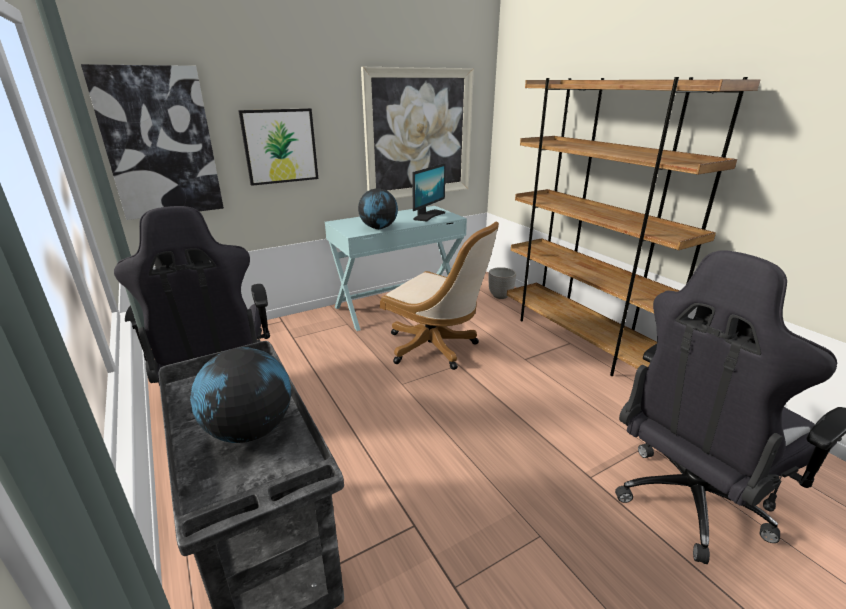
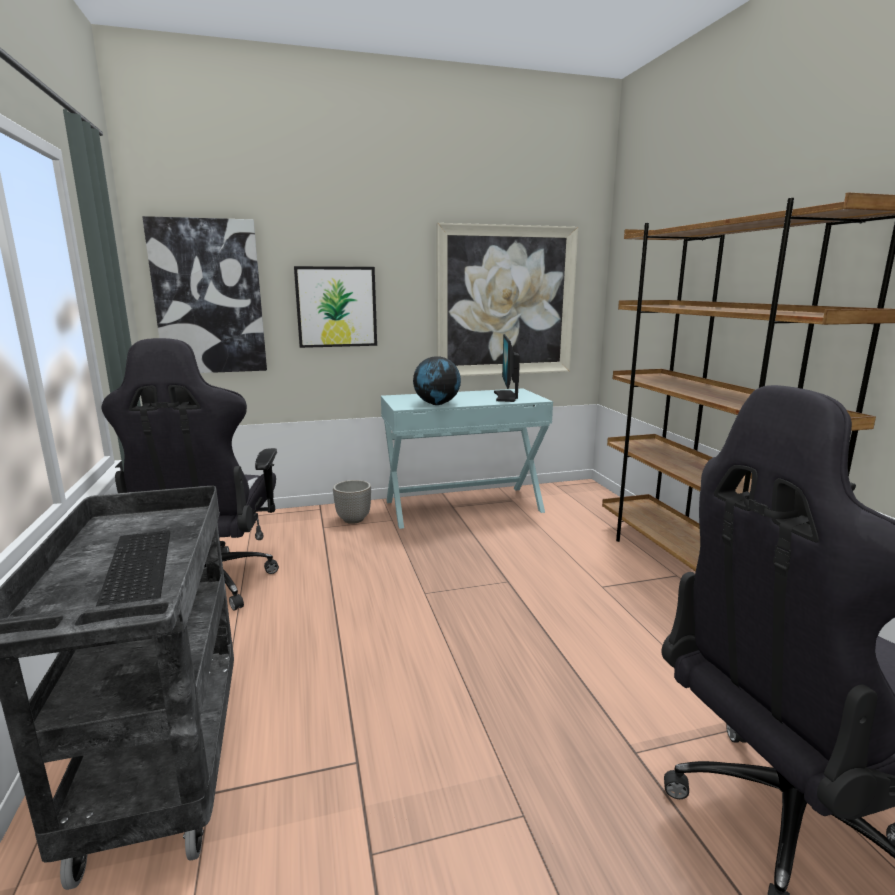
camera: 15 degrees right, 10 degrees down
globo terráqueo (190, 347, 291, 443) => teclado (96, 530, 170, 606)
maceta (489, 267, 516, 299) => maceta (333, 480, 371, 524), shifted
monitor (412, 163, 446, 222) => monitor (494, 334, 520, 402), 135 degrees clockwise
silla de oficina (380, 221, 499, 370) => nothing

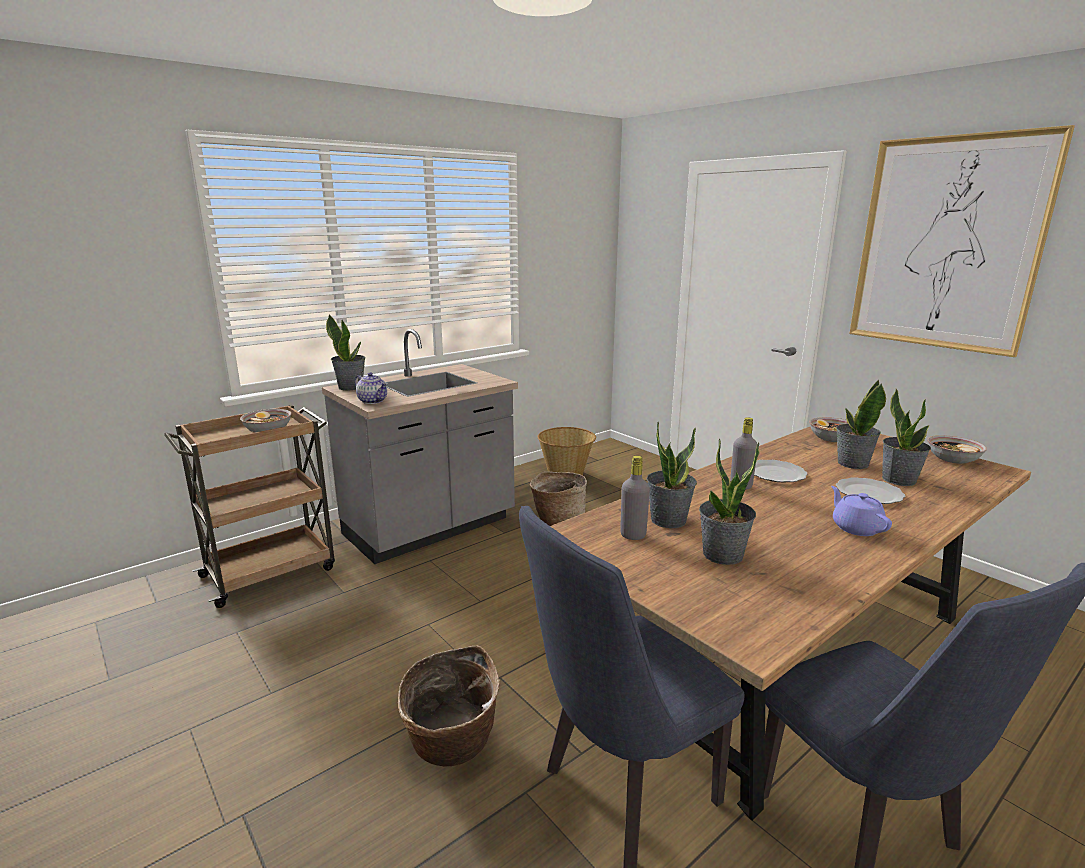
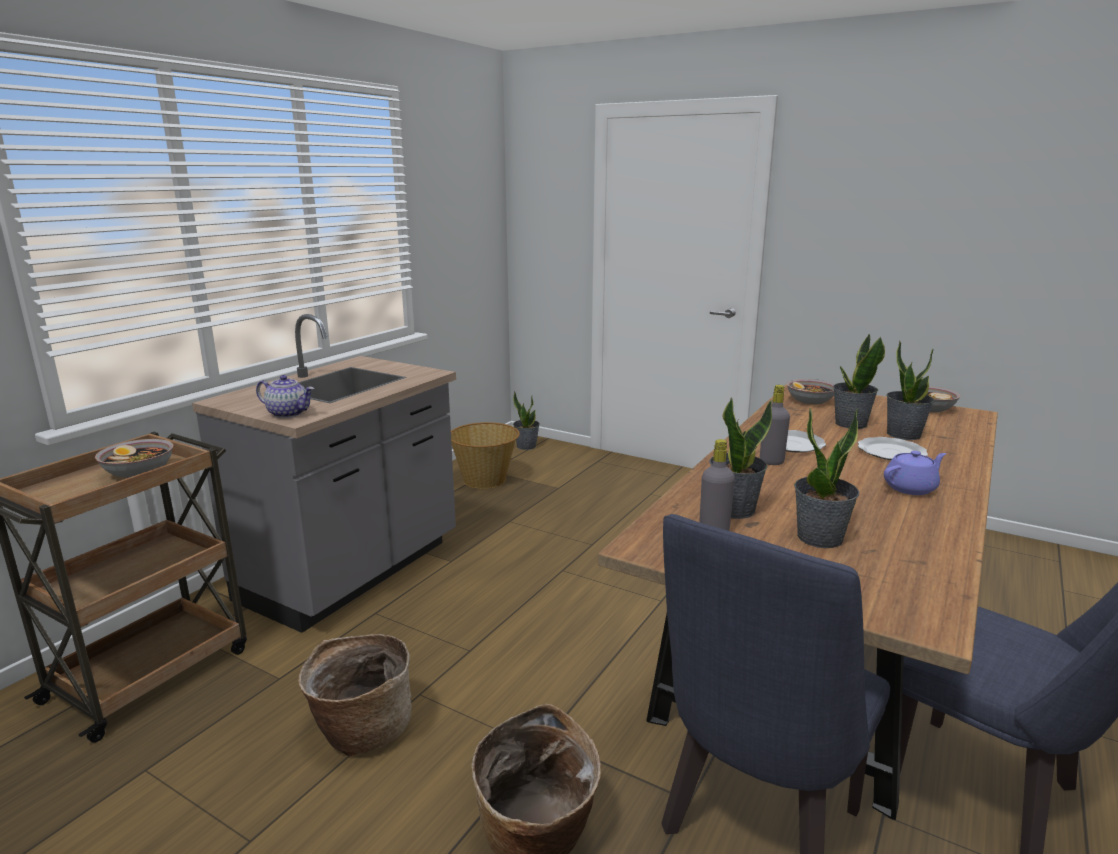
camera: 20 degrees left, 0 degrees up
cesta (530, 471, 587, 526) => cesta (298, 634, 412, 756), shifted
planta en maceta (326, 315, 365, 390) => planta en maceta (513, 391, 540, 450), shifted
tetera/morado (831, 486, 892, 536) => tetera/morado (884, 451, 946, 495), 105 degrees clockwise
cuadro (849, 125, 1075, 357) => nothing

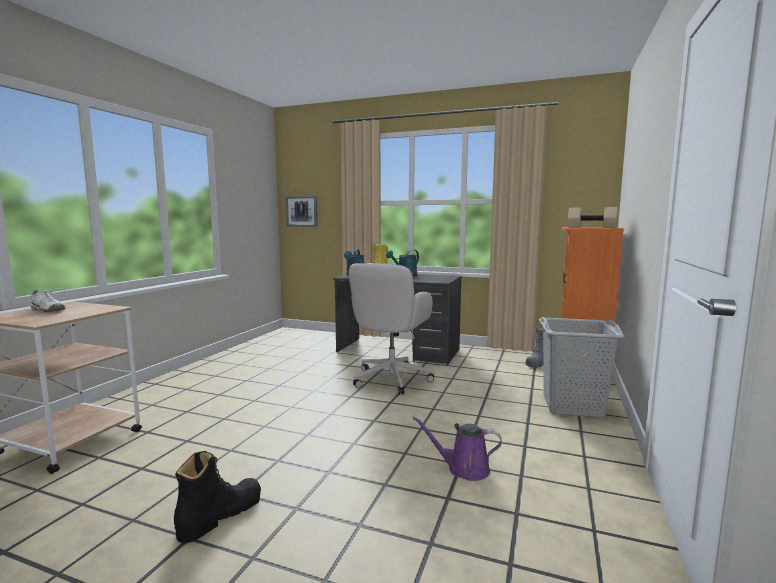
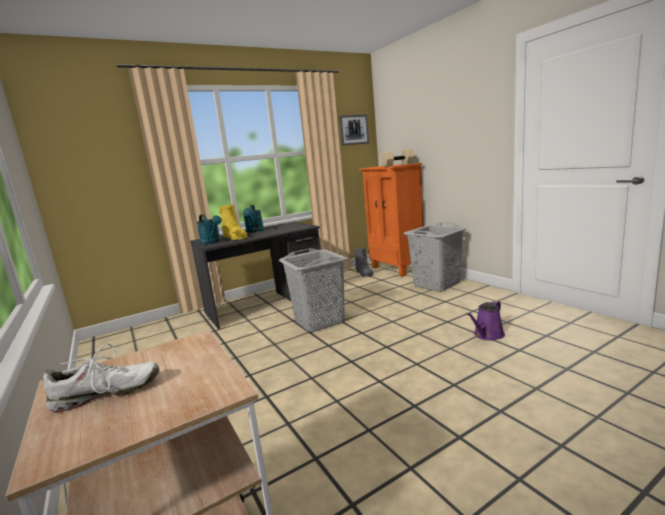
camera: 50 degrees left, 5 degrees up
silla de oficina/blanco (349, 263, 434, 395) => cesto de la ropa/gris (279, 248, 348, 332)
cuadro (286, 196, 317, 227) => cuadro (339, 114, 369, 146), shifted
bota/negro (174, 451, 261, 543) => nothing

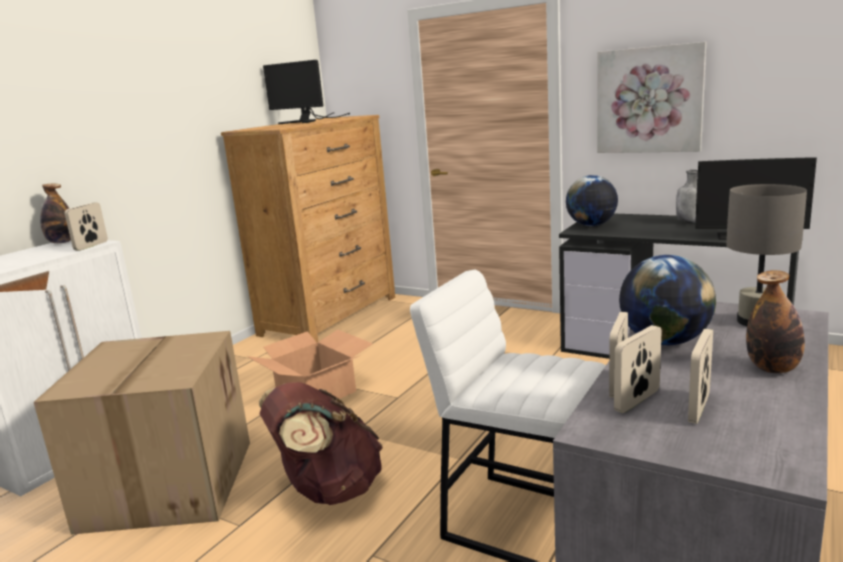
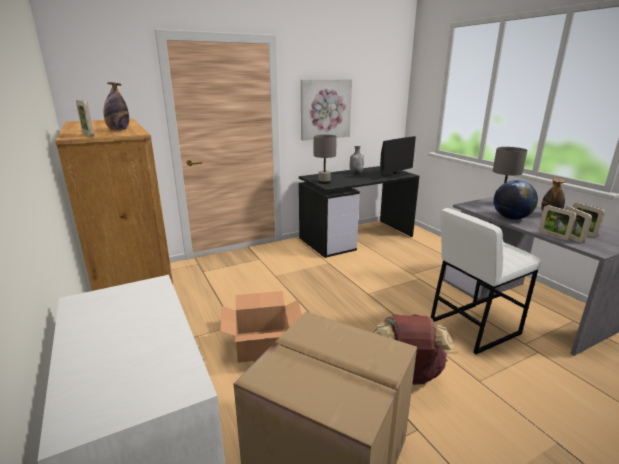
camera: 60 degrees left, 5 degrees up
portarretratos (65, 203, 108, 251) => portarretratos (76, 100, 94, 137), shifted
botella (40, 184, 71, 243) => botella (104, 82, 129, 130), shifted
globo terráqueo (566, 175, 618, 226) => lámpara de mesa/gris (314, 135, 337, 184)
monitor (263, 60, 350, 124) => nothing

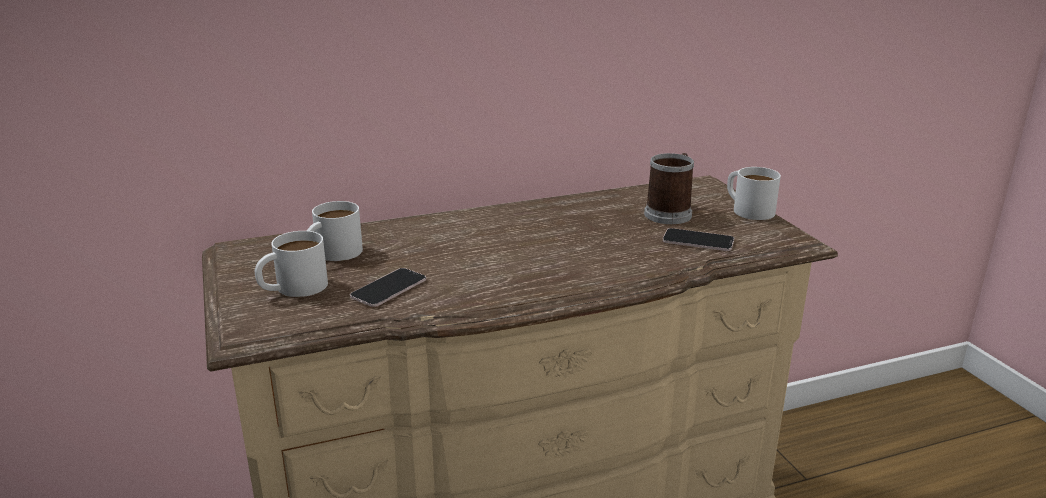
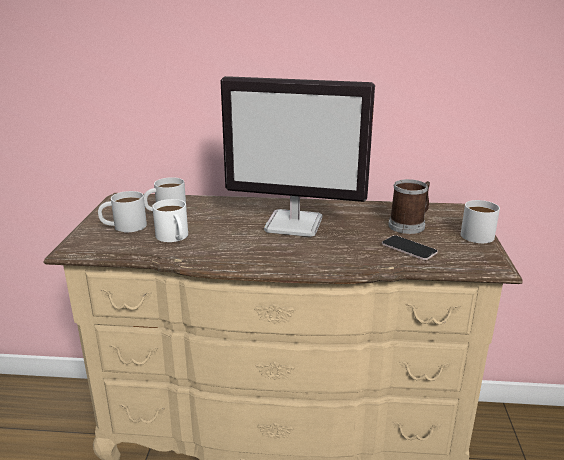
camera: 25 degrees right, 0 degrees up
móvil (350, 268, 426, 307) => taza grande/blanco (152, 199, 188, 242)
nothing => monitor (220, 76, 375, 237)

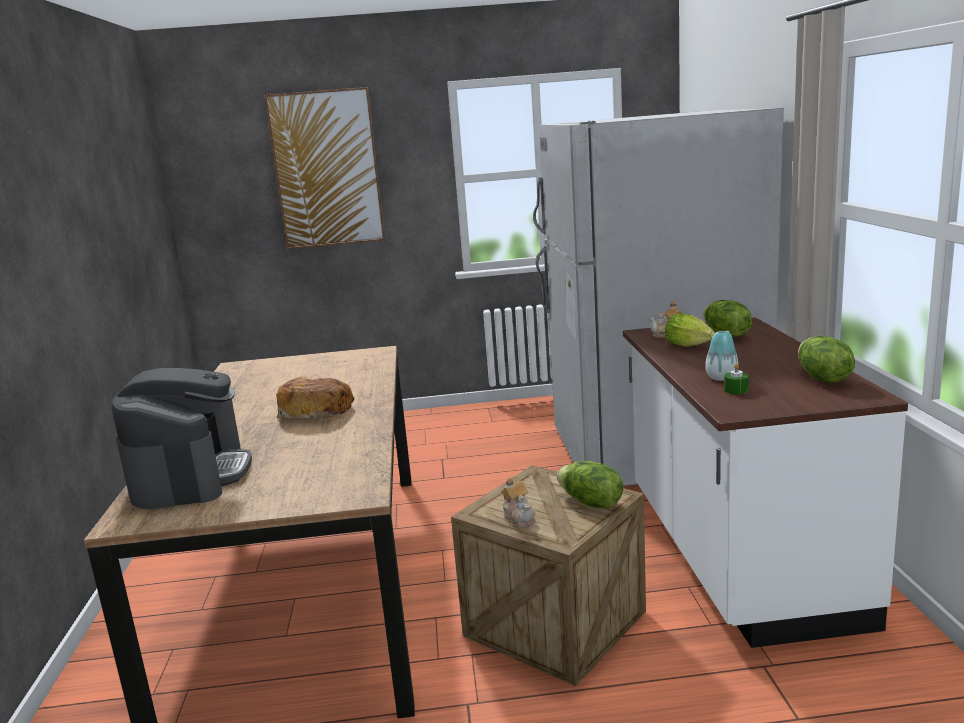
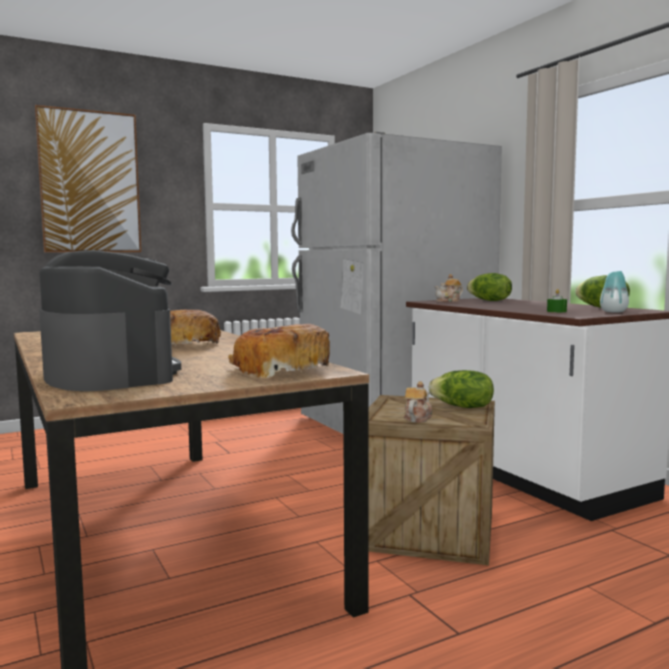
camera: 25 degrees left, 10 degrees down
nothing => pan (228, 324, 330, 378)
tetera (501, 478, 535, 528) => tetera (404, 381, 432, 423), 105 degrees counterclockwise
florero (705, 331, 738, 381) => florero (600, 271, 629, 313), shifted
lechuga (665, 314, 715, 347) => nothing

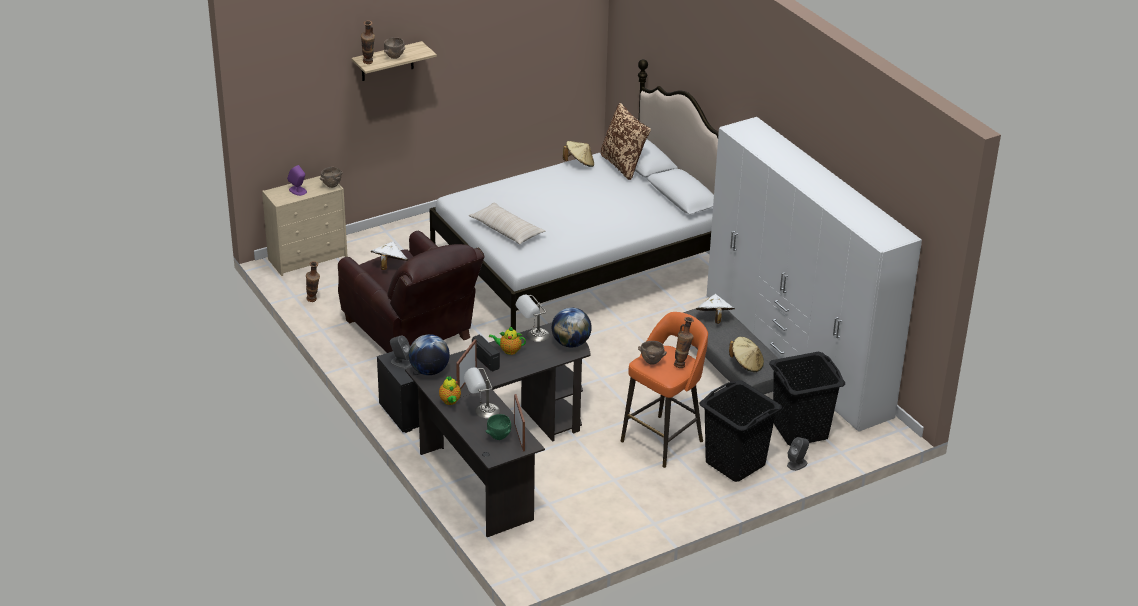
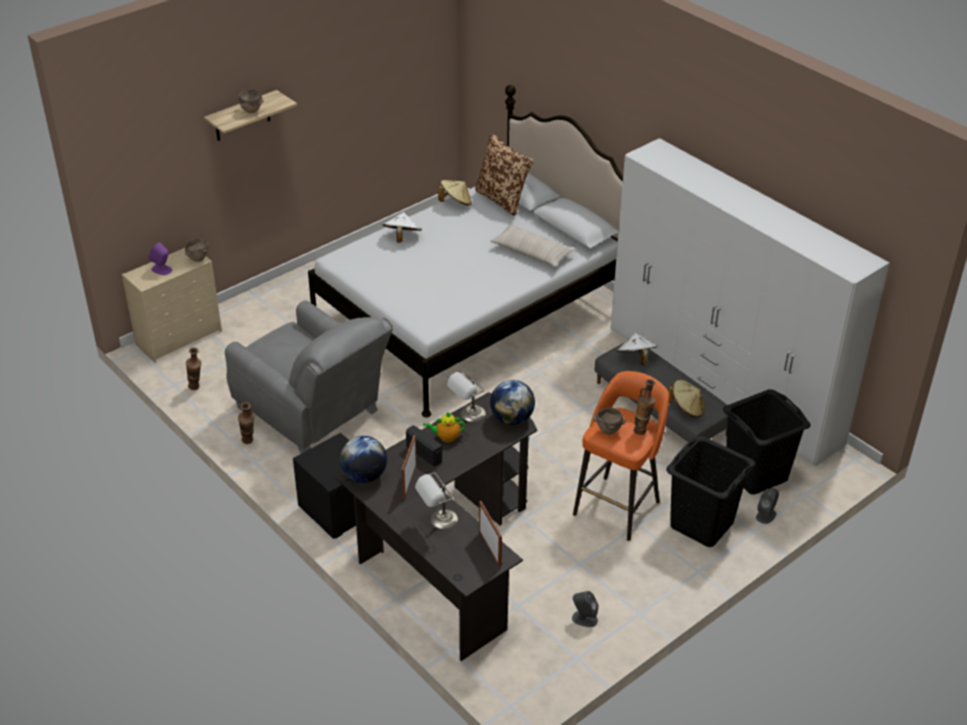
camera: 10 degrees left, 5 degrees up
sillón/marrón (338, 231, 485, 353) => sillón/gris (225, 300, 393, 454)
florero (361, 20, 375, 64) => florero (238, 402, 254, 444), shifted
sombrero/blanco (371, 242, 408, 270) => sombrero/blanco (383, 212, 422, 243), shifted
cojín/beis (469, 202, 545, 244) => cojín/beis (490, 224, 575, 267), shifted
altavoz/gris (390, 335, 411, 369) => altavoz/gris (572, 591, 598, 627), shifted
tetera (439, 376, 461, 405) => nothing
cuenco/verde (486, 414, 511, 440) => nothing

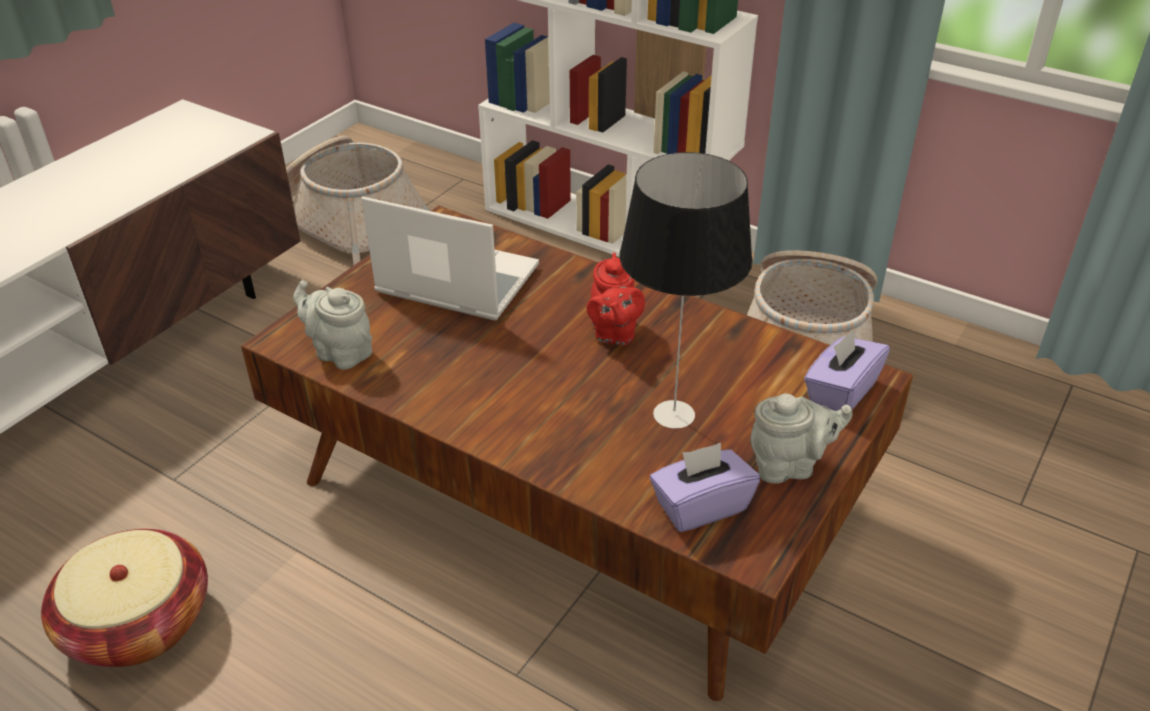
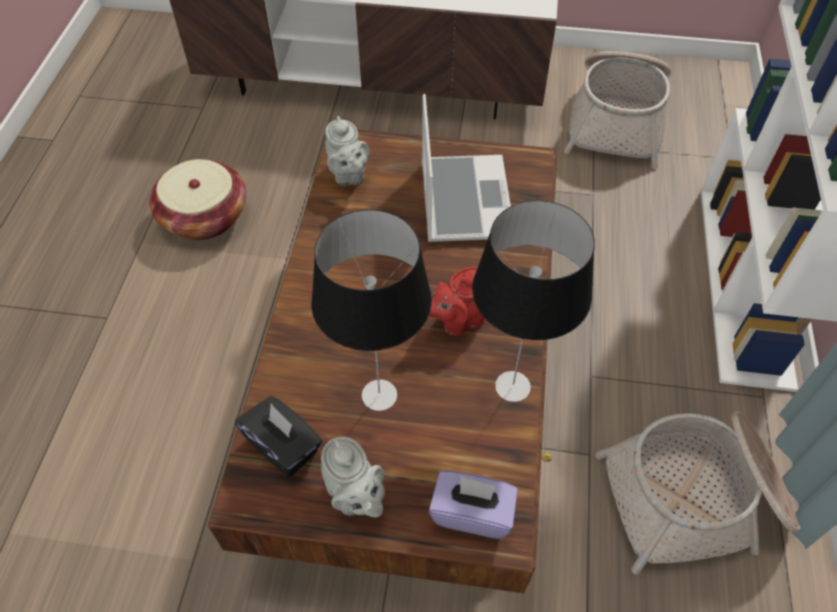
camera: 65 degrees right, 15 degrees up
caja de pañuelos/morado (650, 443, 760, 532) => caja de pañuelos/negro (235, 396, 322, 478)
tetera/gris (293, 280, 372, 370) => tetera/gris (325, 116, 370, 185), 150 degrees clockwise
nothing => lámpara de mesa (472, 200, 595, 402)

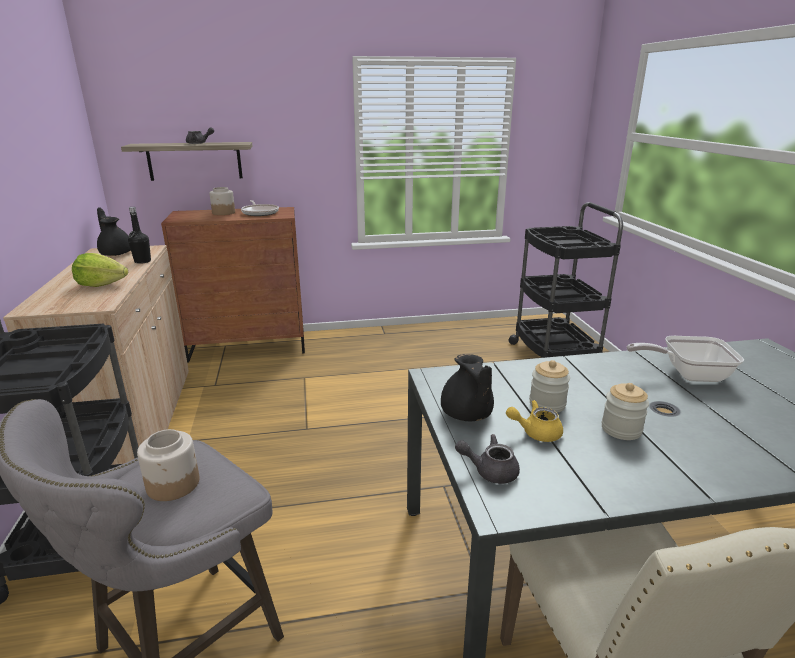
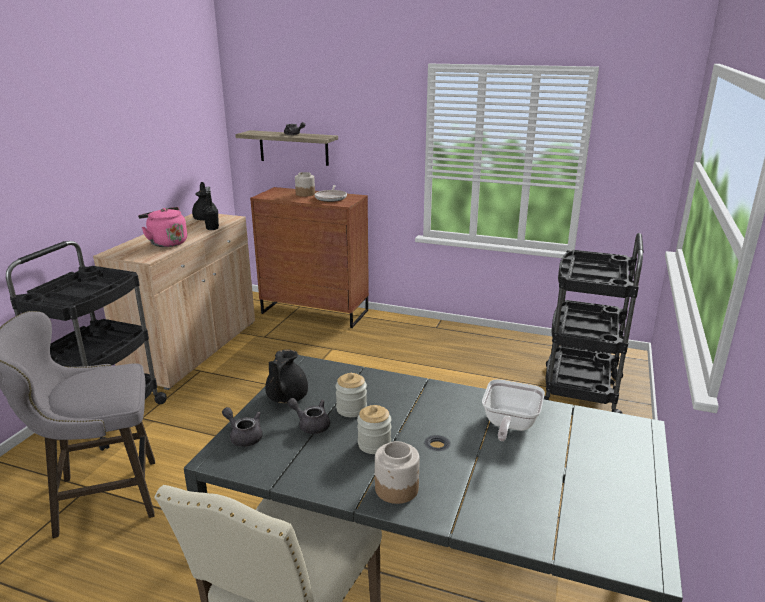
camera: 30 degrees right, 0 degrees up
lechuga (72, 253, 128, 287) => hervidor/rosa (138, 207, 187, 247)
tetera/amarillo (506, 400, 563, 442) => tetera/gris (287, 398, 330, 434)
tarro (137, 429, 199, 501) => tarro (375, 441, 420, 504), shifted
sartén (627, 336, 744, 382) => sartén (482, 379, 545, 441), 105 degrees counterclockwise

